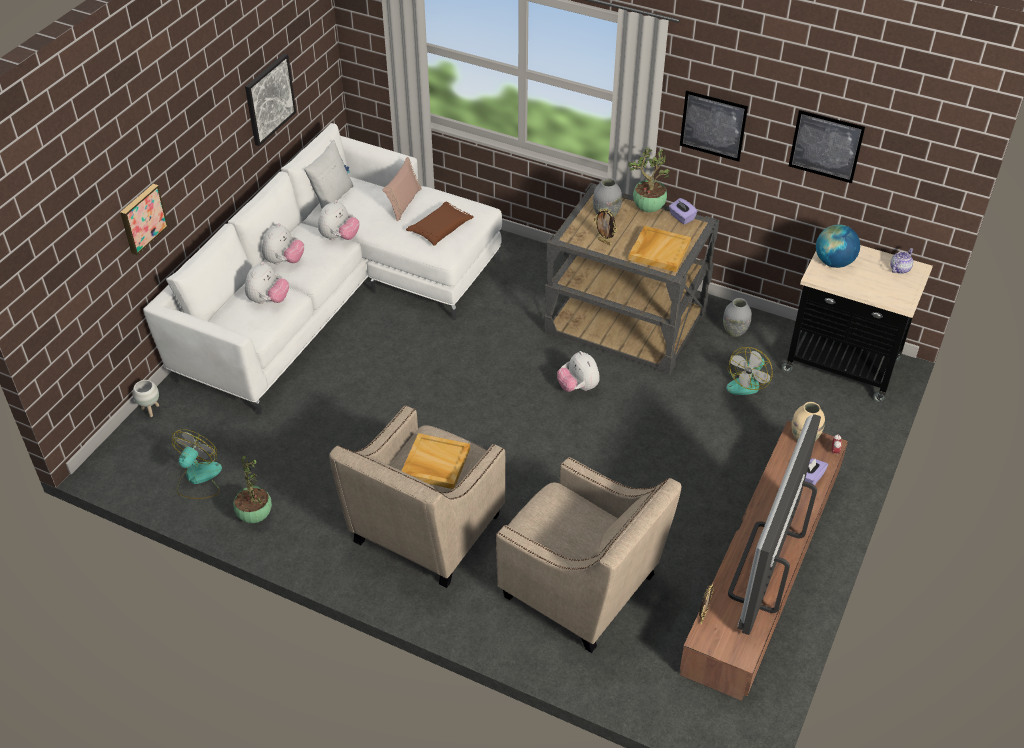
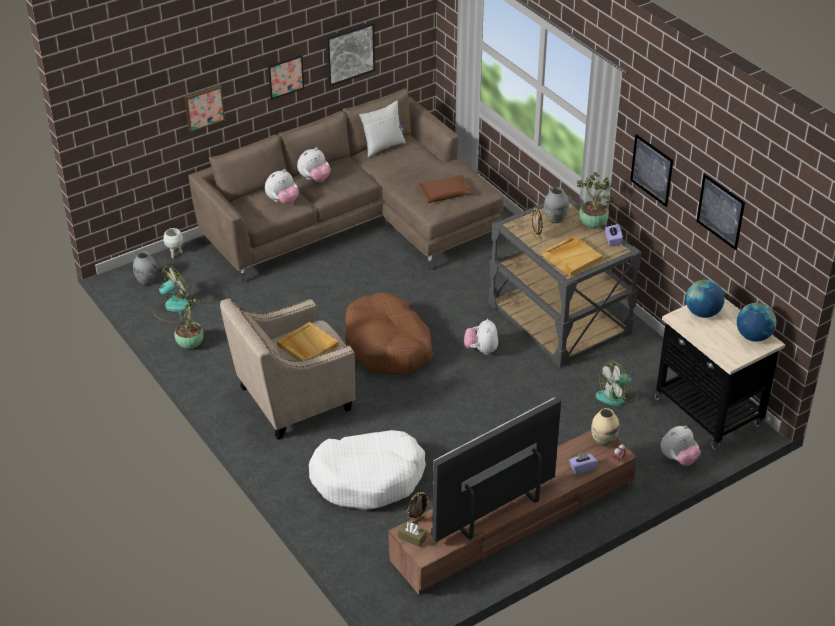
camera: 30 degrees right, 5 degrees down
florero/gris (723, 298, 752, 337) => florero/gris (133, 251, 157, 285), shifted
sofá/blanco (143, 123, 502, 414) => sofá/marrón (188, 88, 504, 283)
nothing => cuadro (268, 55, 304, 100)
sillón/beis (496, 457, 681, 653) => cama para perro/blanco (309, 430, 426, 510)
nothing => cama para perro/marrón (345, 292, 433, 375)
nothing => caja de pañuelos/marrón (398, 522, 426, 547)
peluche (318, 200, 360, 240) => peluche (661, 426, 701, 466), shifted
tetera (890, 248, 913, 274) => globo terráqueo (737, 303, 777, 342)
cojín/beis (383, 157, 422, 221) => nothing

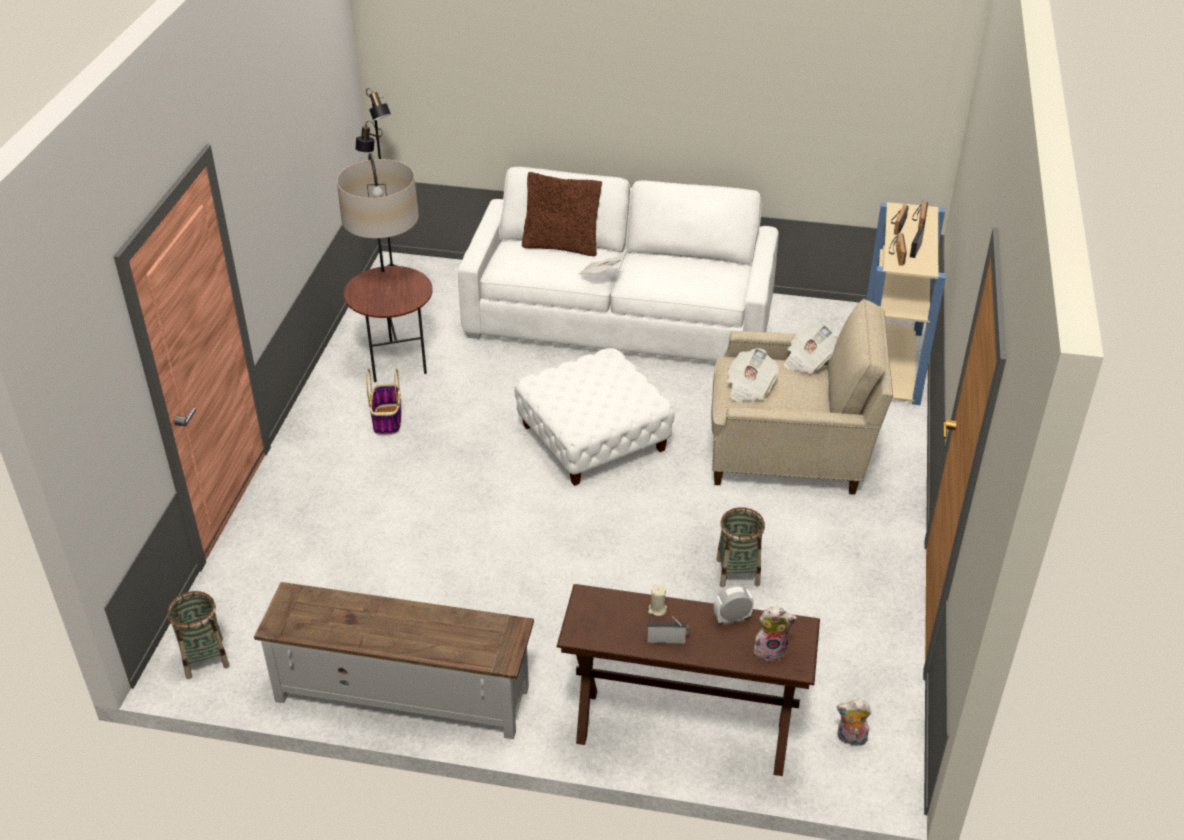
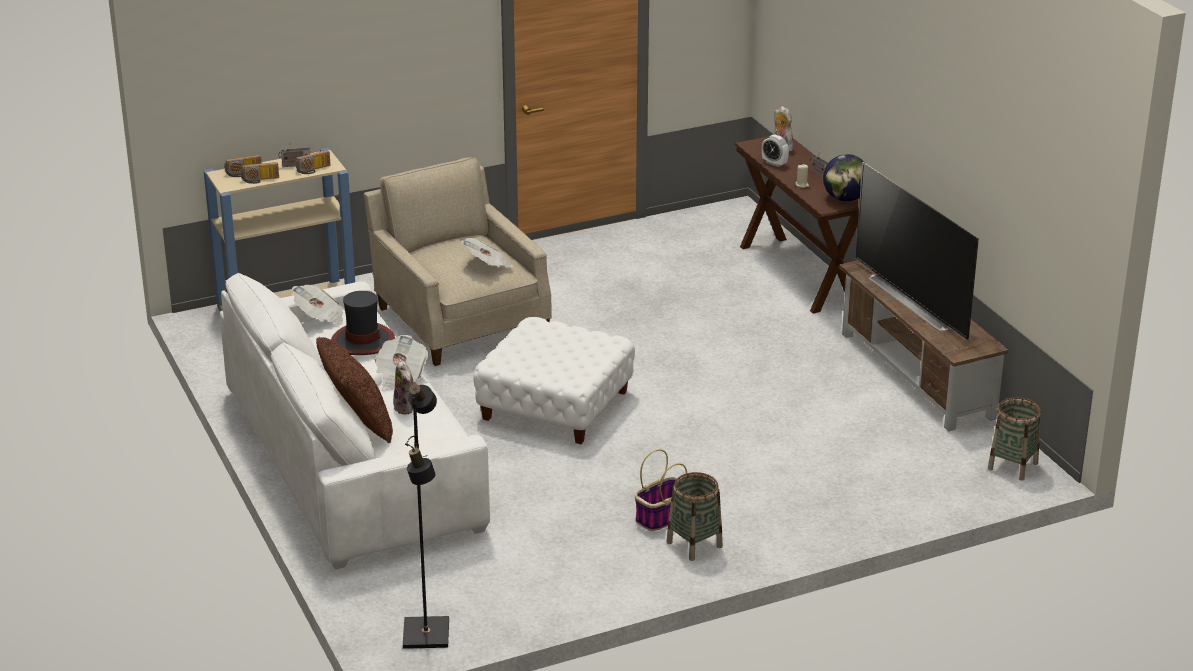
camera: 125 degrees left, 10 degrees down
periódico (784, 325, 837, 374) => periódico (292, 285, 344, 324), shifted
nothing => sombrero (331, 291, 395, 355)
peluche (837, 700, 871, 746) => peluche (393, 360, 416, 414), shifted
cesta (716, 507, 765, 587) => cesta (667, 472, 723, 561), shifted
nothing => globo terráqueo (823, 154, 865, 201)
nothing => televisor (855, 162, 979, 340)
lámpara de pie (337, 153, 433, 382) => nothing

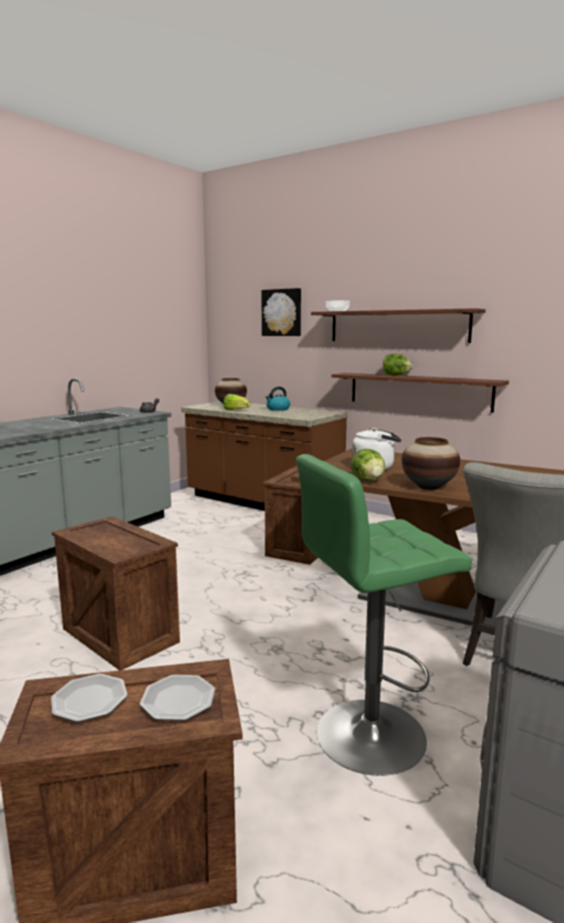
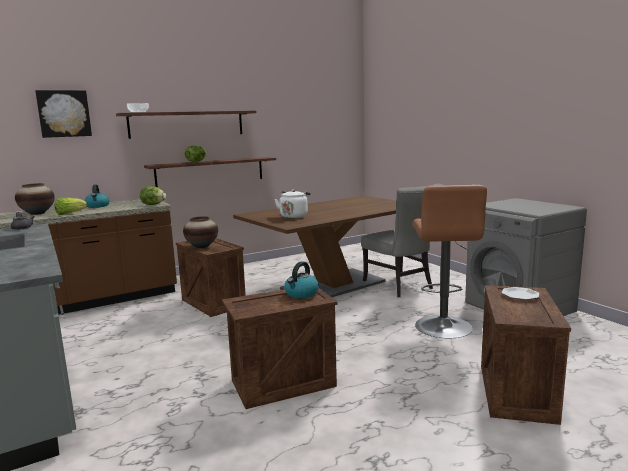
camera: 65 degrees left, 0 degrees up
lechuga (351, 449, 385, 481) => lechuga (140, 186, 166, 205), shifted
florero (402, 437, 460, 490) => florero (183, 216, 218, 248), shifted
nothing => hervidor (284, 262, 319, 298)
taburete/verde (296, 454, 472, 776) => taburete/marrón (413, 185, 487, 338)
plato (51, 674, 128, 722) => nothing

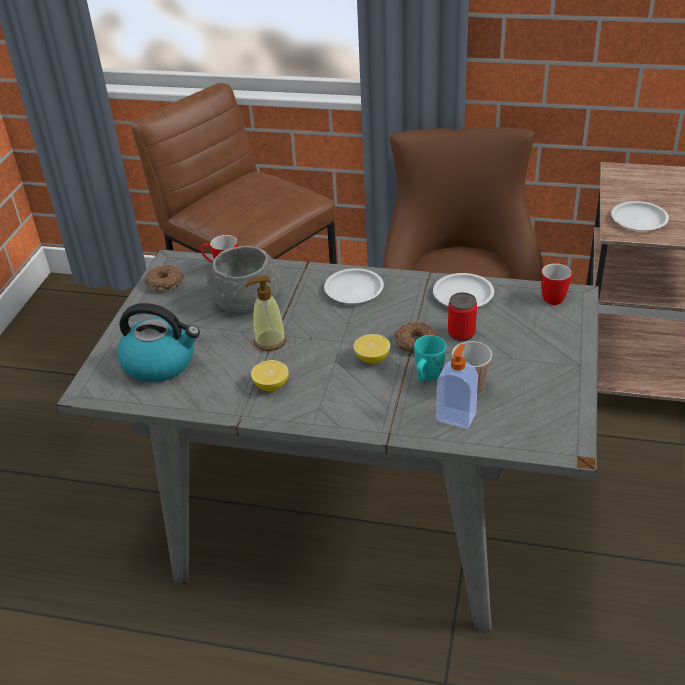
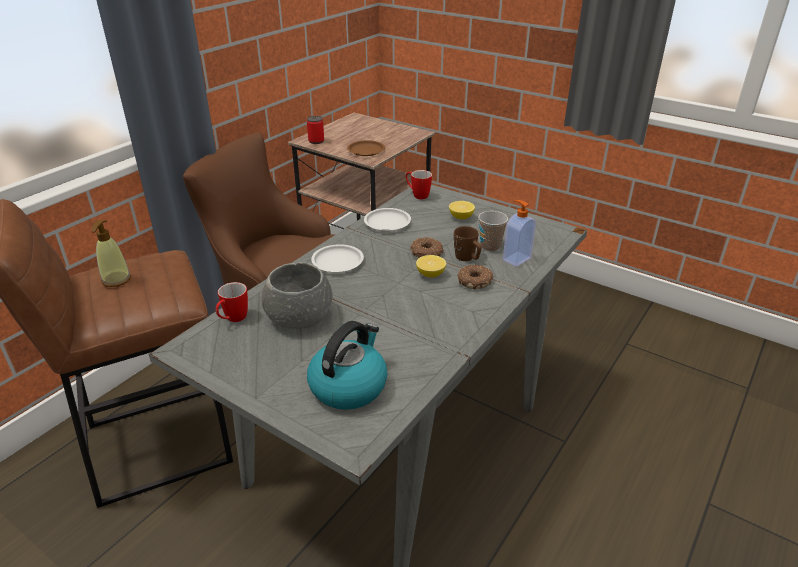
camera: 70 degrees left, 5 degrees down
dispensador de jabón (245, 275, 287, 351) => dispensador de jabón (92, 221, 131, 287), shifted
lata (448, 292, 477, 341) => lata (307, 116, 324, 144), shifted
plato/blanco (611, 201, 669, 231) => plato/marrón (347, 140, 385, 156)
limón (251, 360, 289, 391) => limón (449, 201, 475, 220), shifted
taza grande/turquesa (414, 335, 446, 382) => taza grande/marrón (454, 226, 481, 261)
rosquilla (145, 265, 184, 291) => rosquilla (458, 264, 494, 289), shifted

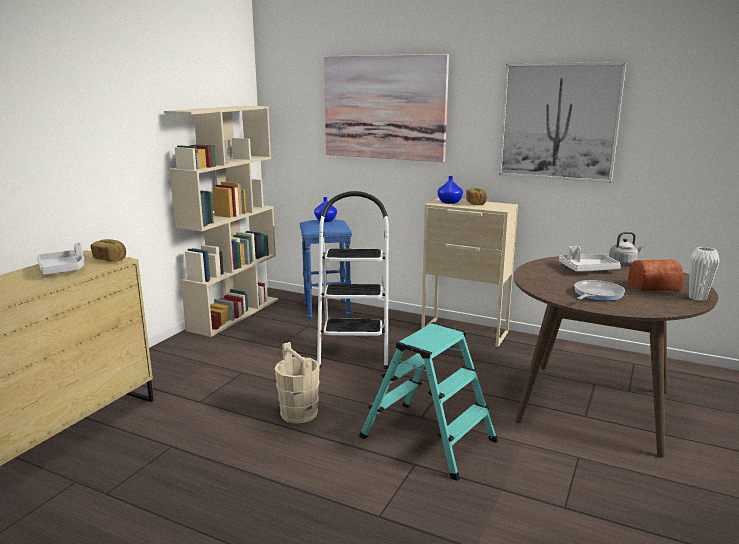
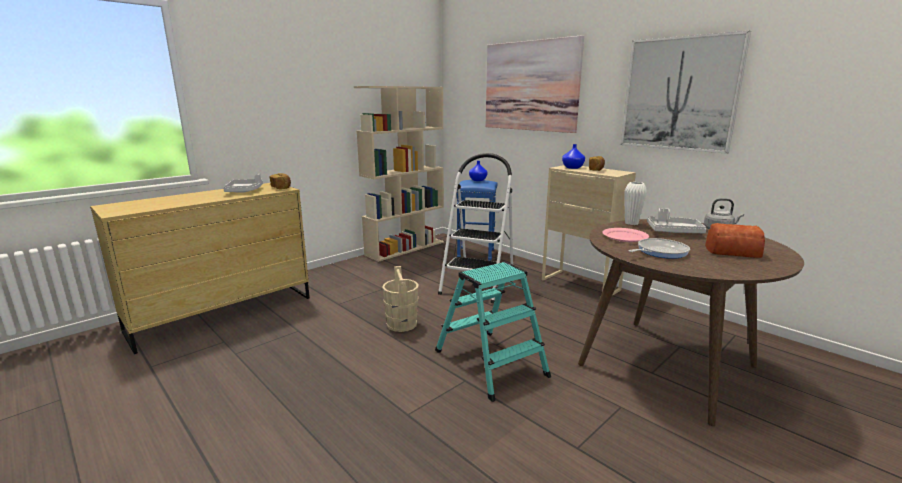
camera: 20 degrees right, 0 degrees up
nothing => plato/rosa (602, 228, 649, 242)
florero/blanco (689, 247, 720, 301) => florero/blanco (624, 182, 647, 225), shifted

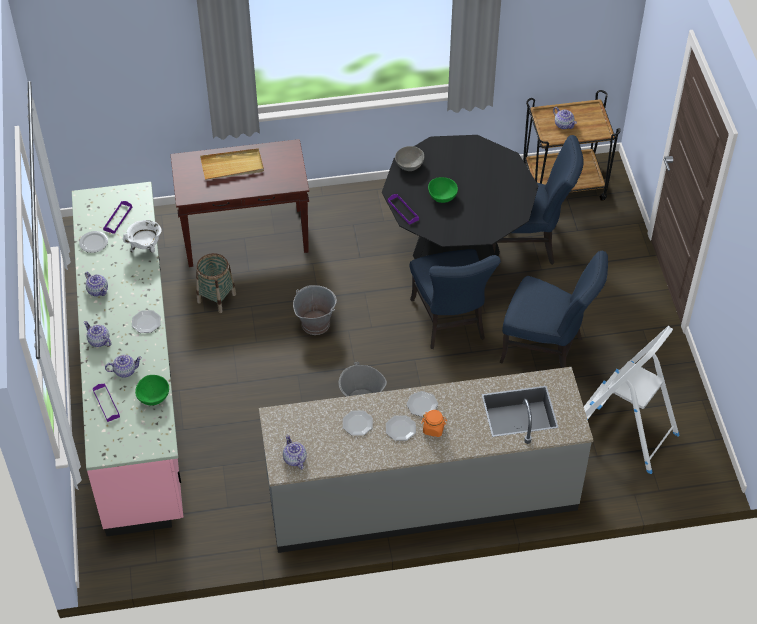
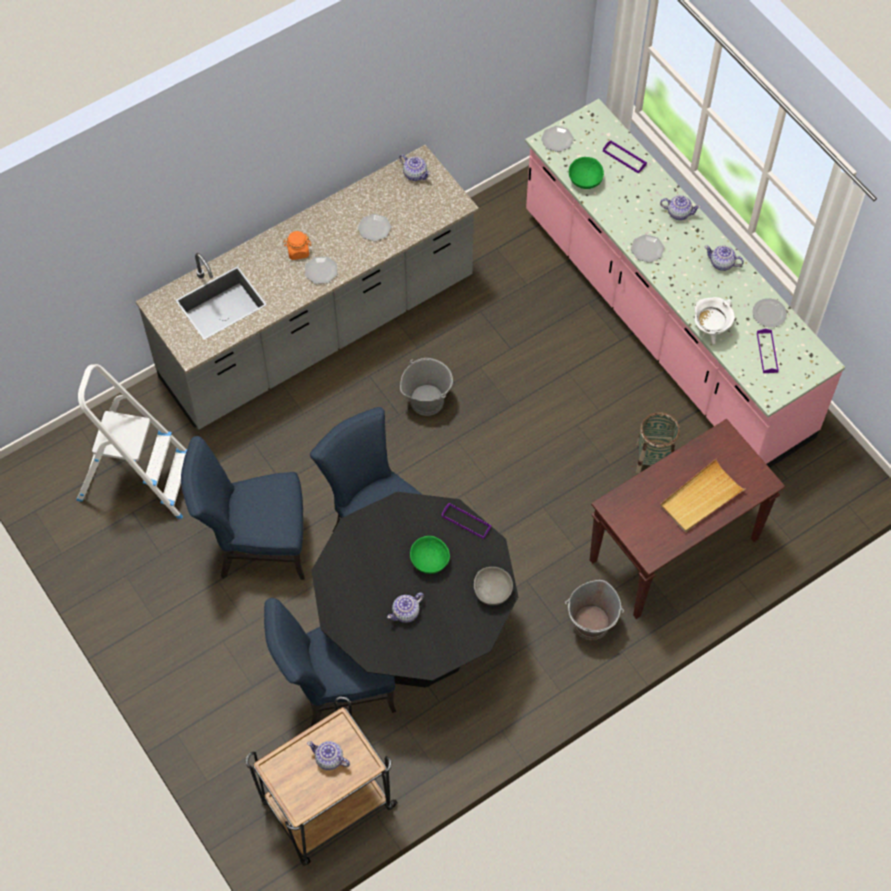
camera: 155 degrees right, 10 degrees up
tetera (105, 355, 142, 377) => tetera (387, 593, 424, 623), shifted
plato (386, 416, 416, 441) => plato (541, 126, 574, 152), shifted
cubo/gris (293, 285, 337, 335) => cubo/gris (565, 580, 624, 640), shifted

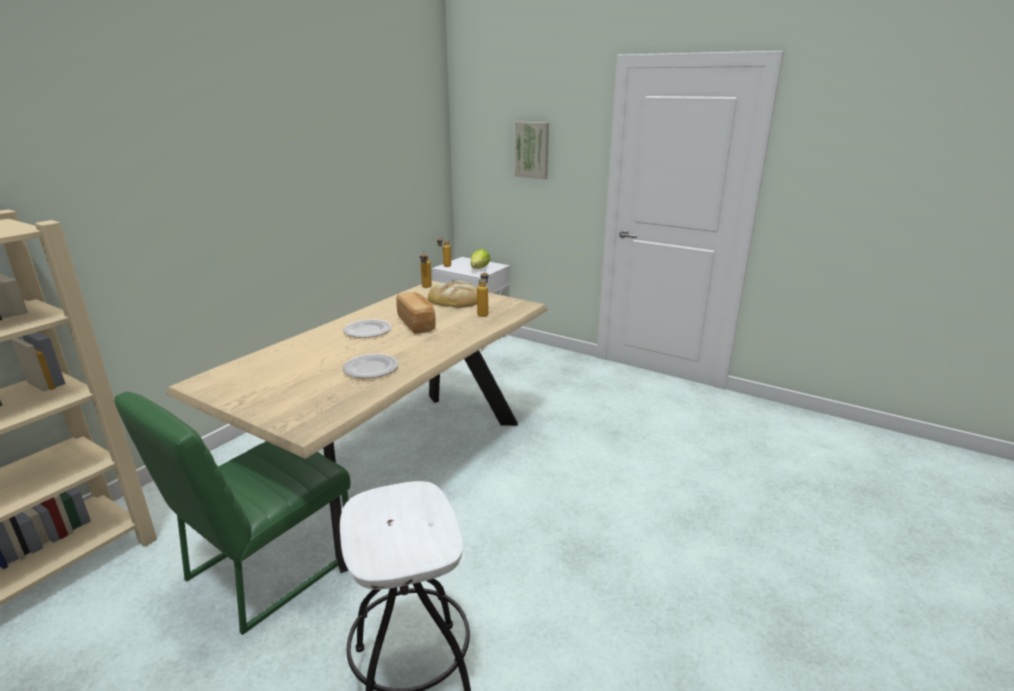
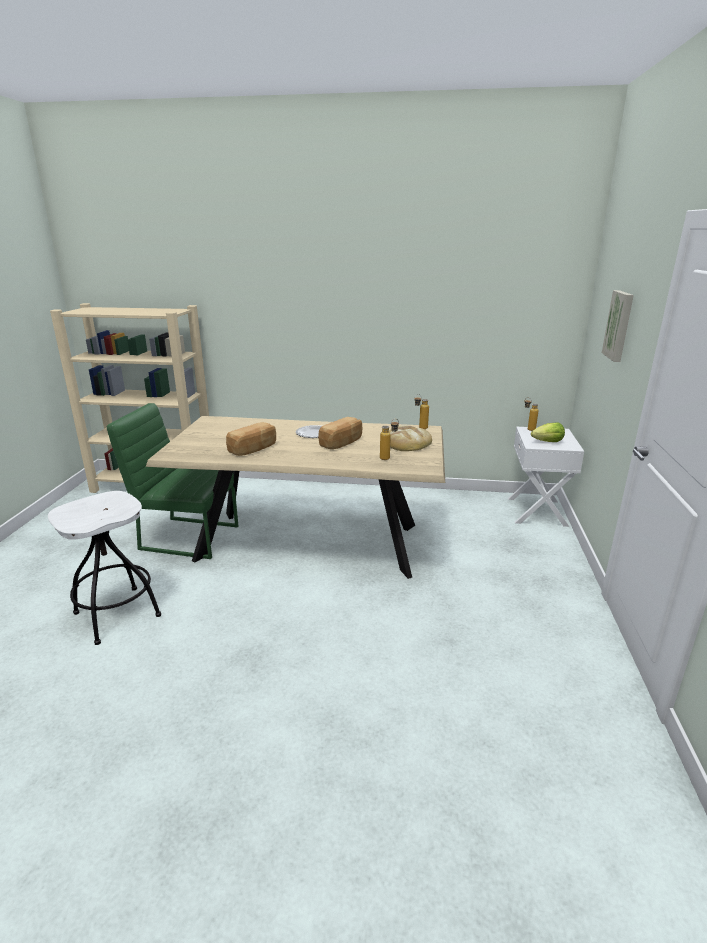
camera: 65 degrees right, 0 degrees up
plato (343, 354, 399, 378) => pan (226, 422, 276, 456)

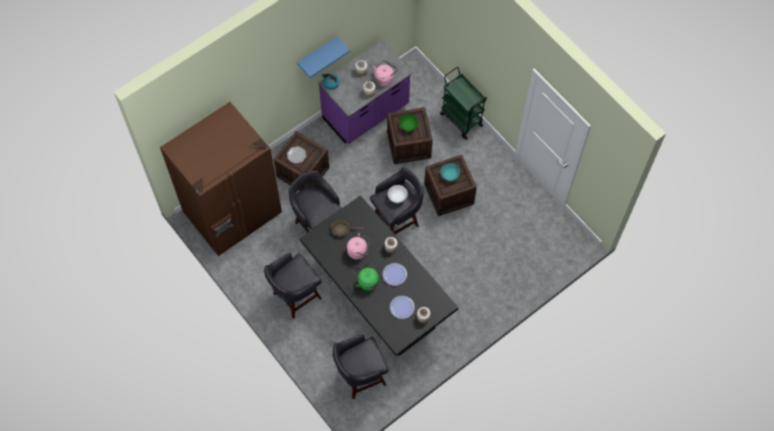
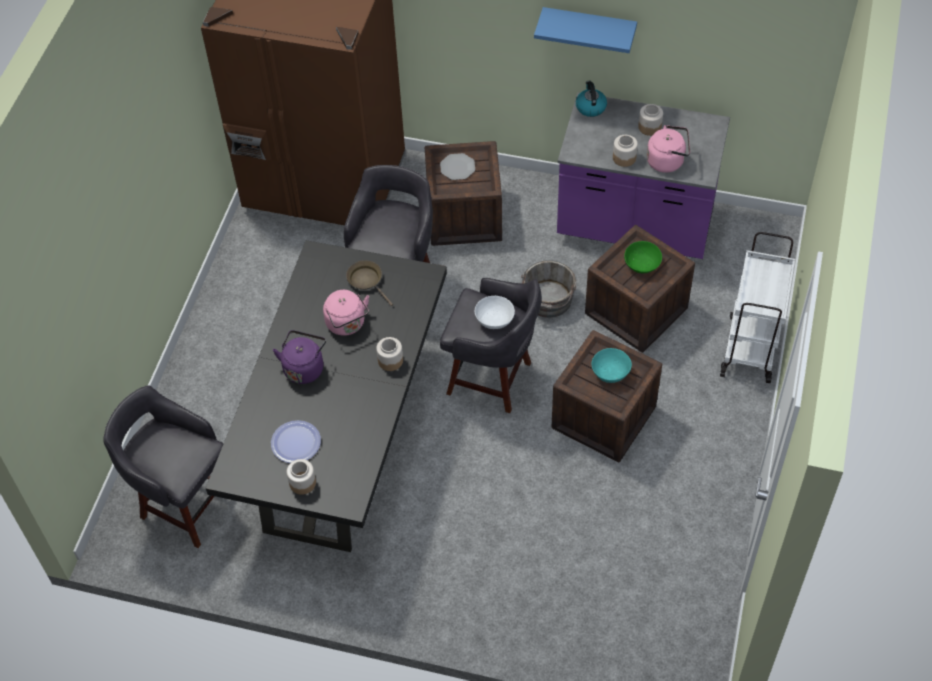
camera: 55 degrees right, 10 degrees down
hervidor/verde (354, 263, 379, 291) => hervidor/morado (273, 330, 326, 384)
nothing => cubo/gris (521, 260, 576, 318)
carrito/verde (440, 67, 487, 140) => carrito/blanco (720, 232, 795, 383)
taburete/gris (264, 253, 322, 319) => nothing
plato (382, 263, 407, 286) => nothing

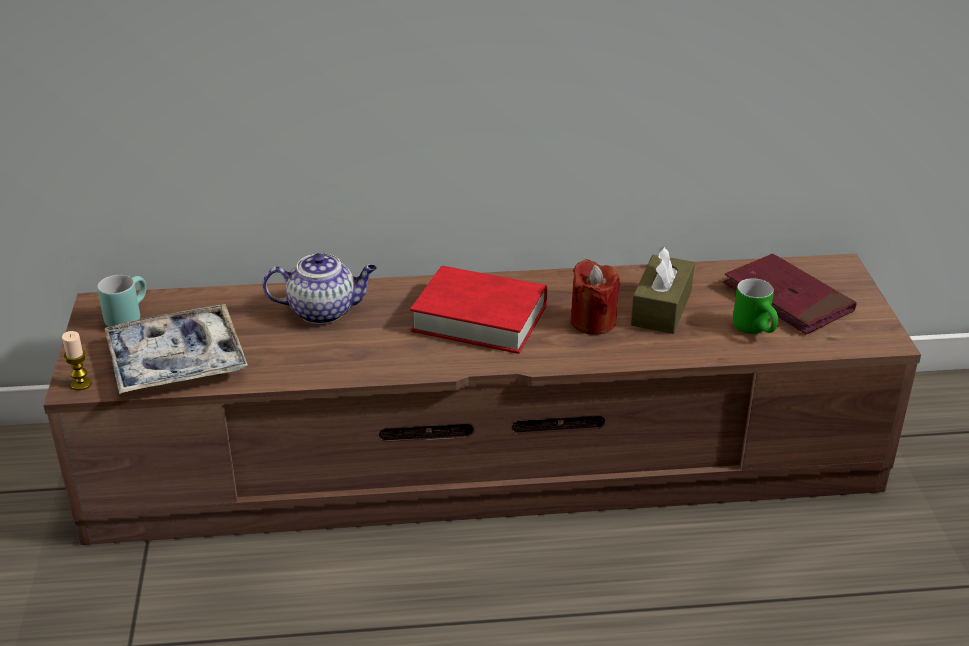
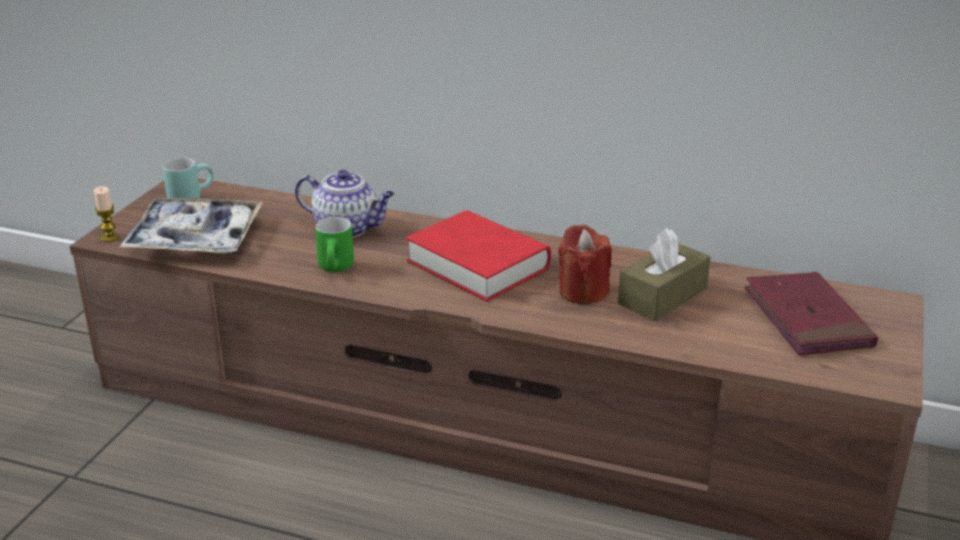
camera: 25 degrees right, 5 degrees down
taza grande/verde (733, 278, 778, 334) => taza grande/verde (315, 217, 354, 272), shifted

